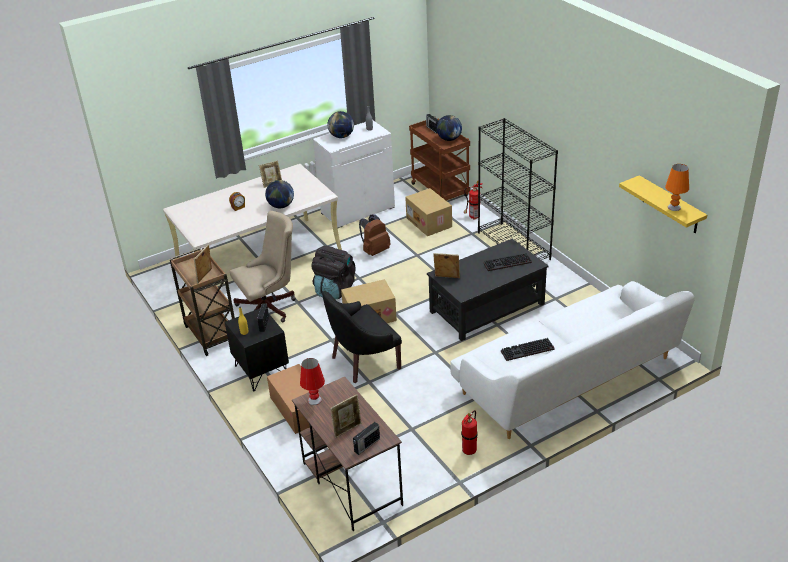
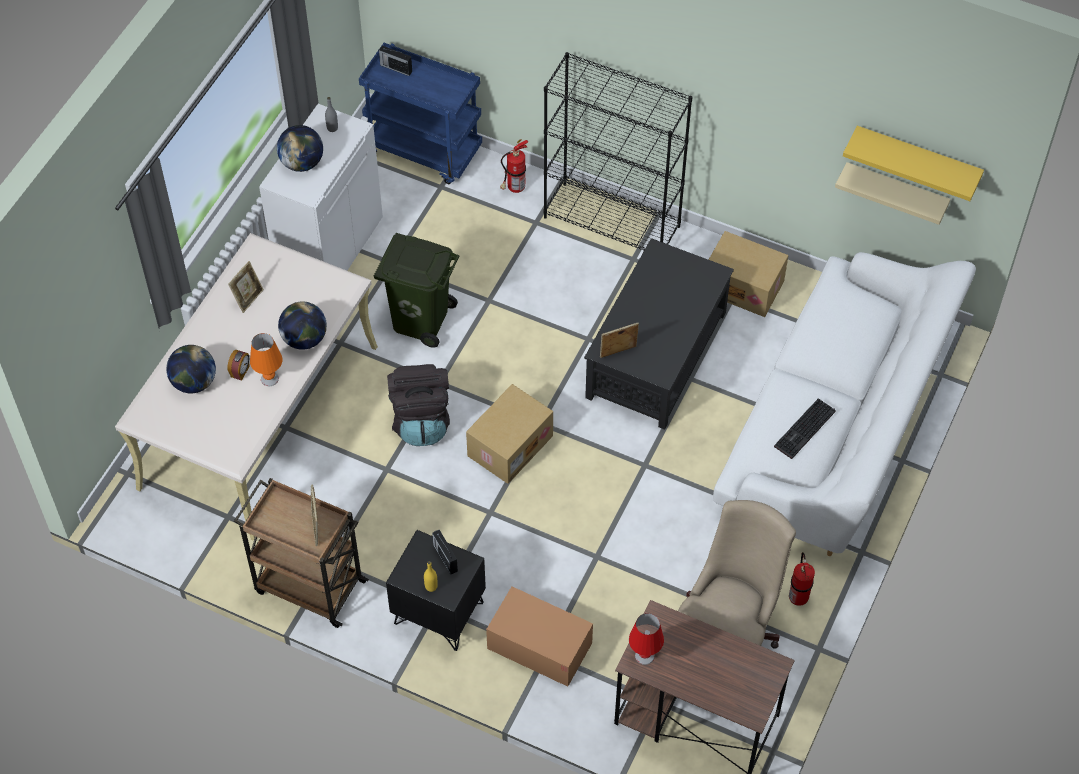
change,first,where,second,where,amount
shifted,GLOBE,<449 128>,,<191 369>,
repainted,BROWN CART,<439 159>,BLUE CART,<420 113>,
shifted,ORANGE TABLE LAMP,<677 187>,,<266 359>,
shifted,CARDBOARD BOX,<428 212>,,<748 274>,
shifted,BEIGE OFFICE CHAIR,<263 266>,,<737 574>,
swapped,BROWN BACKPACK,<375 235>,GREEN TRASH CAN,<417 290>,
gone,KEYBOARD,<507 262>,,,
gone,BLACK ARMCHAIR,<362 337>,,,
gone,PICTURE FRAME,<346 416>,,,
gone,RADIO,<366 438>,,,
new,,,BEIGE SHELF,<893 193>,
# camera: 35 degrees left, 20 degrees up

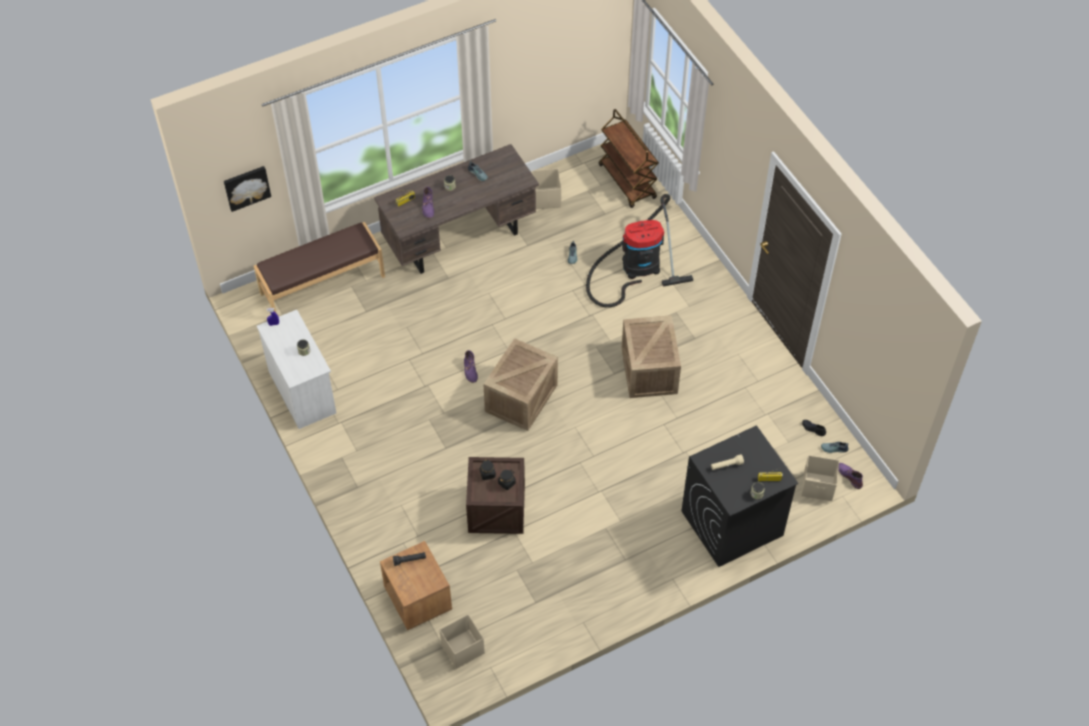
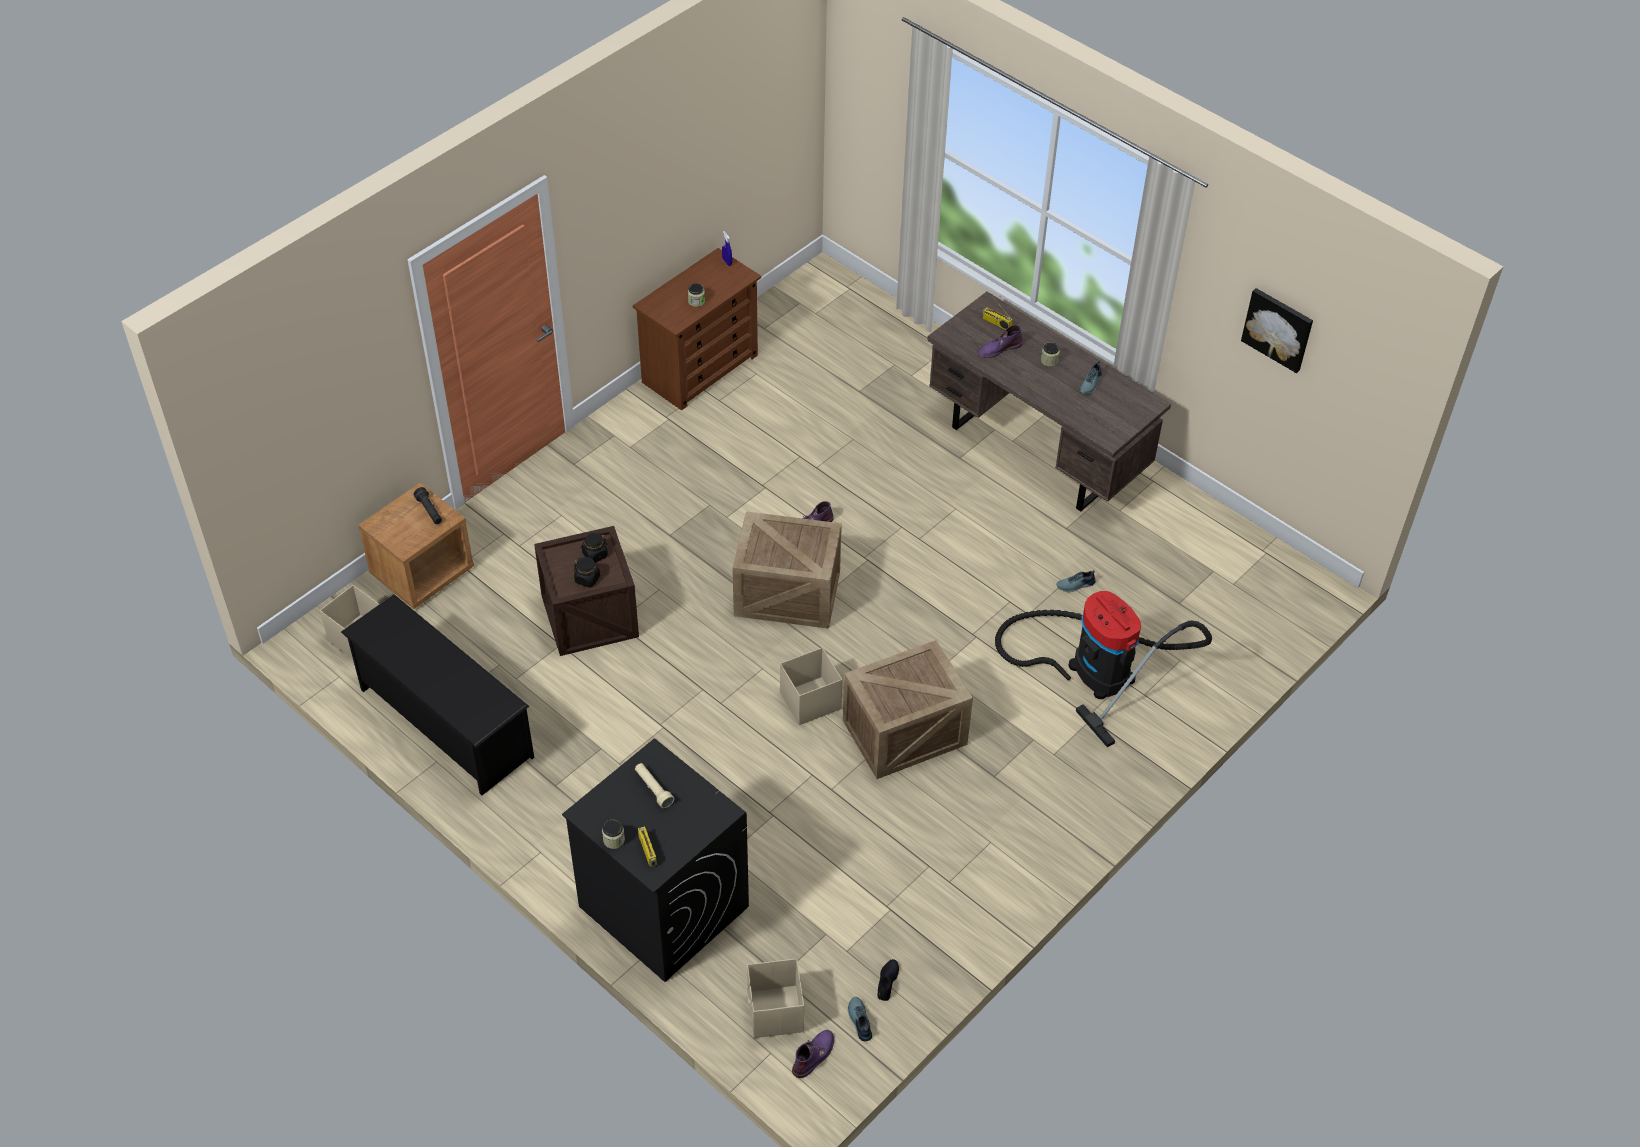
change,first,where,second,where,amount
gone,BROWN CART,<628 158>,,,
shifted,PICTURE,<247 189>,,<1277 330>,
shifted,BEIGE STORAGE BOX,<546 189>,,<811 686>,
gone,BROWN BENCH,<319 268>,,,
repainted,WHITE DRESSER,<296 369>,BROWN DRESSER,<697 329>,
new,,,BLACK SHOE RACK,<437 694>,
# camera: 70 degrees right, 5 degrees down

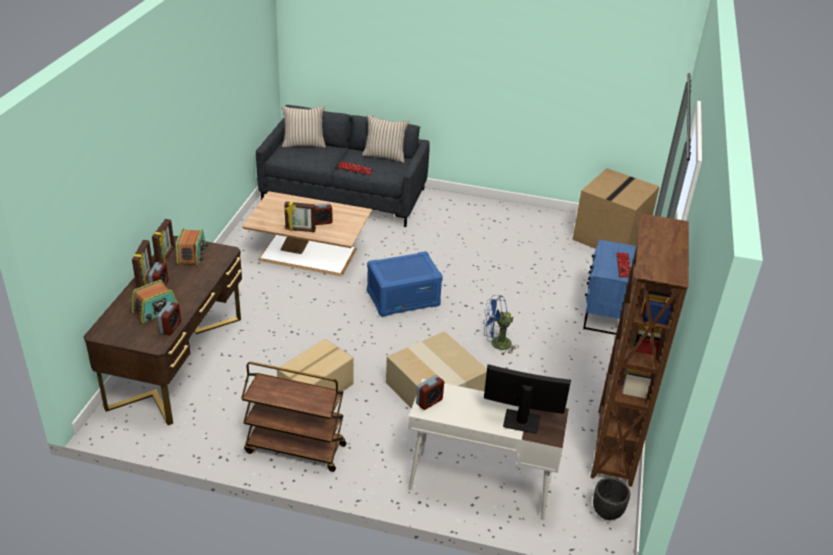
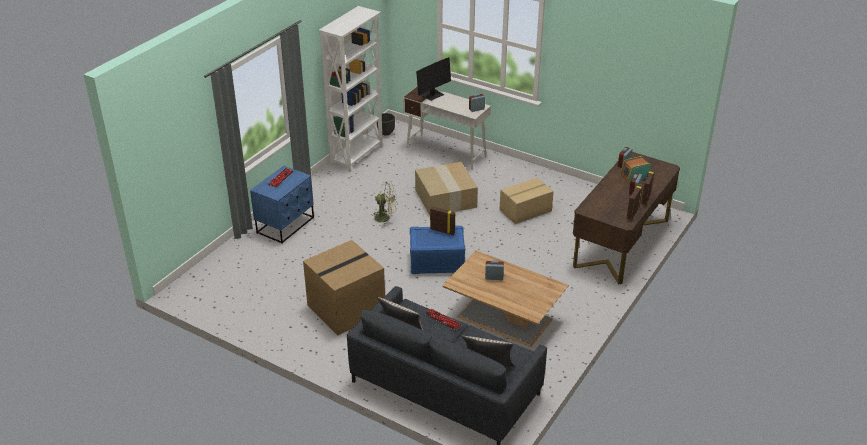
change,first,where,second,where,amount
shifted,CARDBOARD BOX,<616 208>,,<344 287>,
shifted,PICTURE FRAME,<300 217>,,<443 220>,
repainted,BROWN BOOKCASE,<640 350>,WHITE BOOKCASE,<351 89>,
gone,RADIO,<192 247>,,,
repainted,BLUE FAN,<501 325>,GREEN FAN,<385 203>,
gone,BROWN CART,<294 417>,,,
rotated,MONITOR,<527 399>,,<433 79>,75 degrees counterclockwise
# camera: 160 degrees left, 0 degrees up

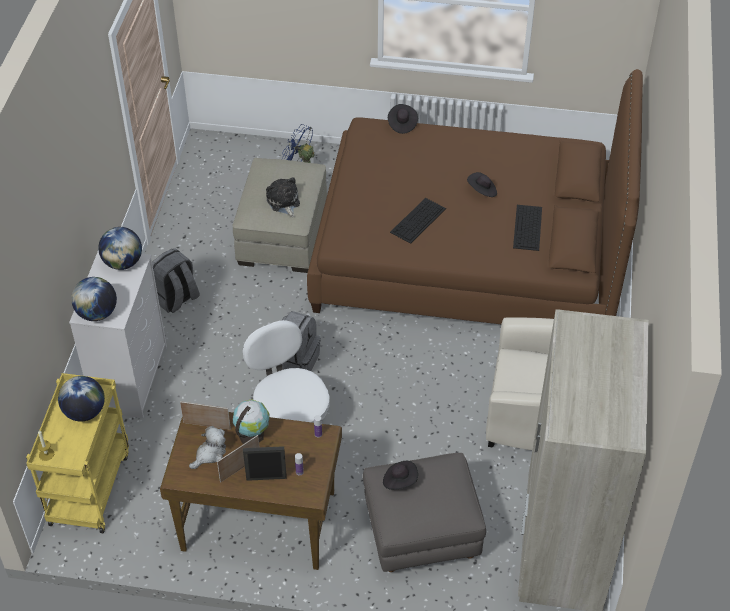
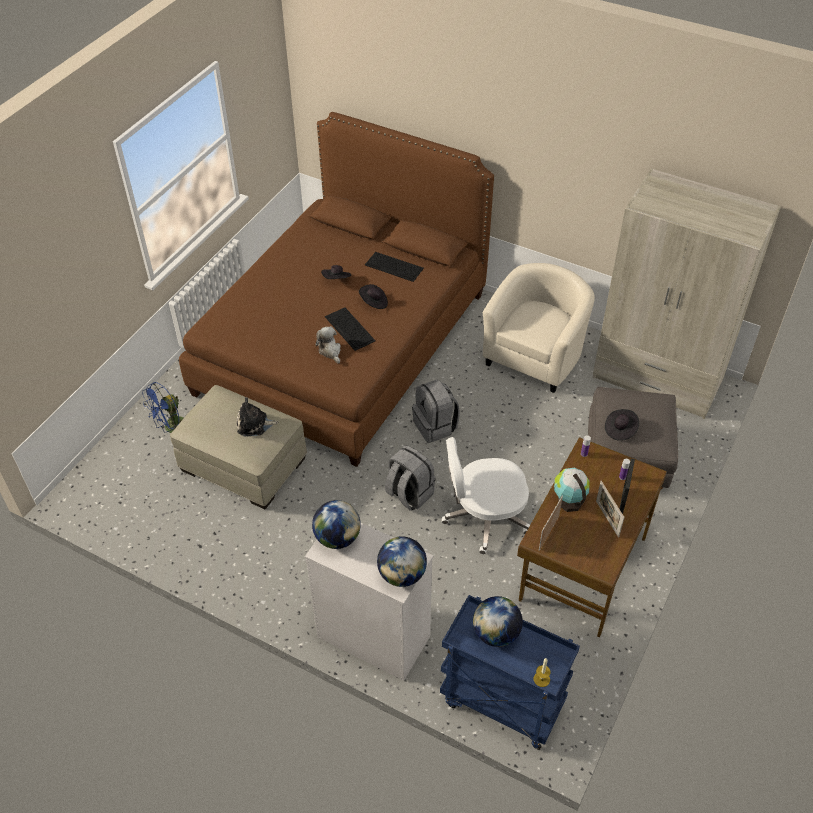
change,first,where,second,where,amount
shifted,BLACK HAT,<403 119>,,<373 296>,
shifted,GREY BACKPACK,<176 280>,,<436 411>,
repainted,YELLOW CART,<77 453>,BLUE CART,<510 672>,
shifted,PLUSH TOY,<207 447>,,<328 344>,
# camera: 70 degrees left, 0 degrees up

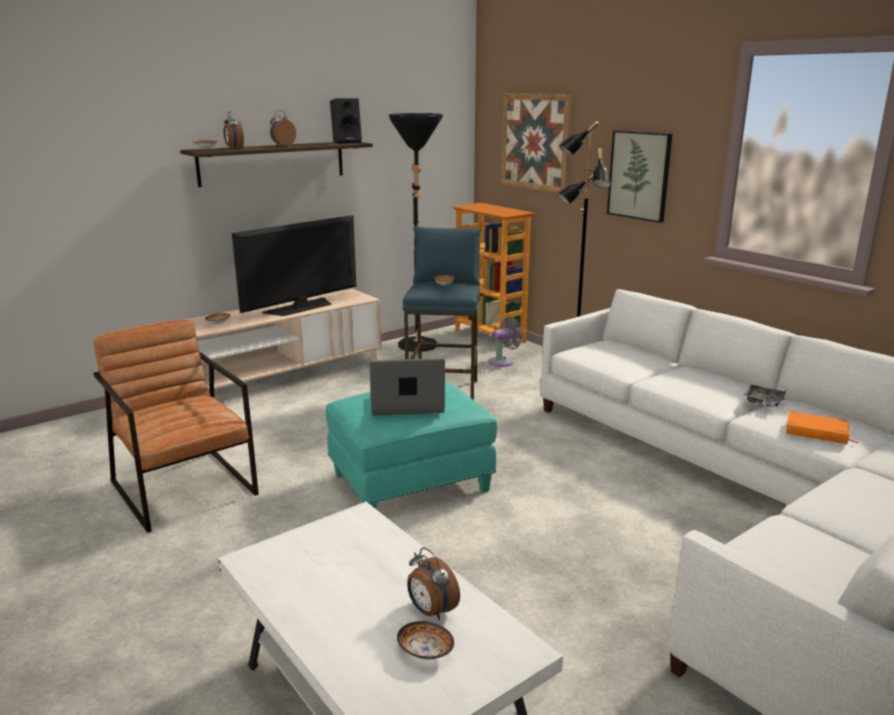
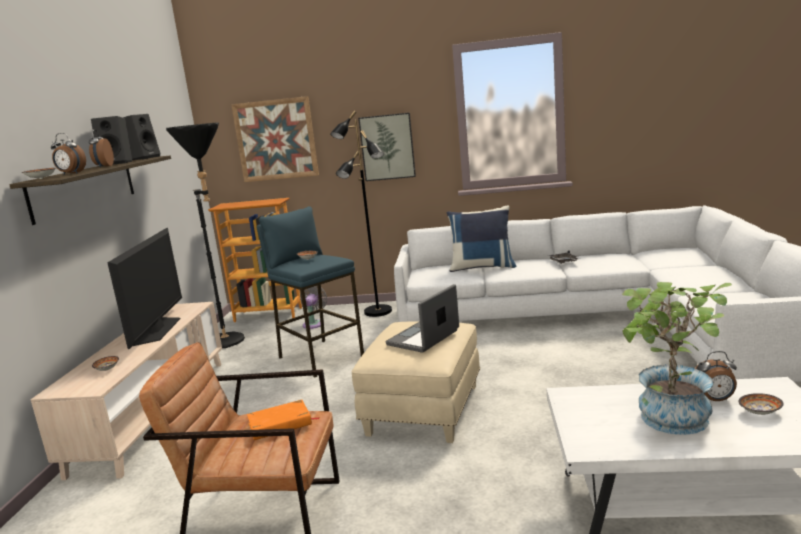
change,first,where,second,where,amount
repainted,TURQUOISE OTTOMAN,<411 445>,BEIGE OTTOMAN,<416 382>,
shifted,ORANGE BOOK,<822 427>,,<283 420>,
new,,,BLACK SPEAKER,<111 141>,
new,,,BLUE PILLOW,<481 239>,
new,,,POTTED PLANT,<677 358>,
# camera: 45 degrees left, 5 degrees down

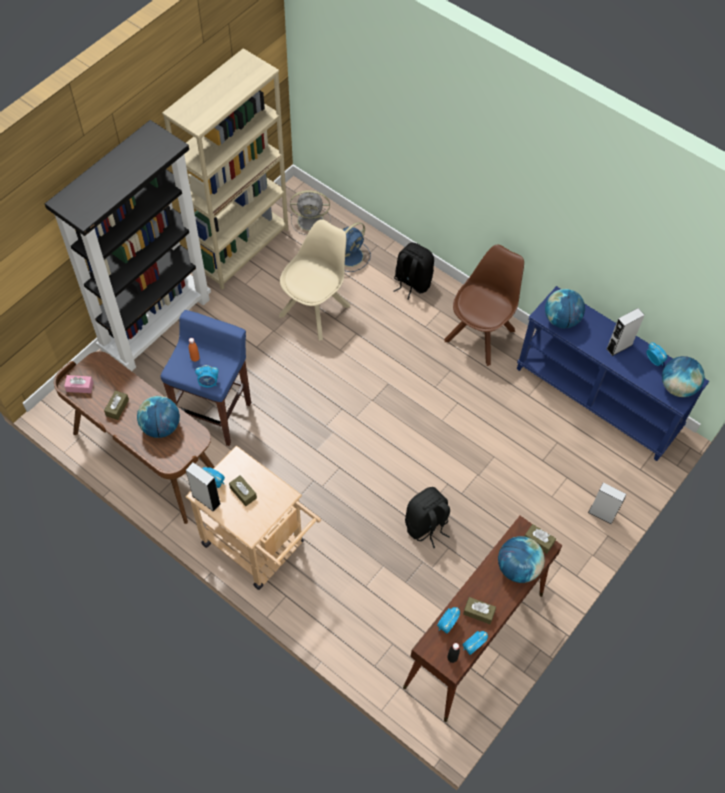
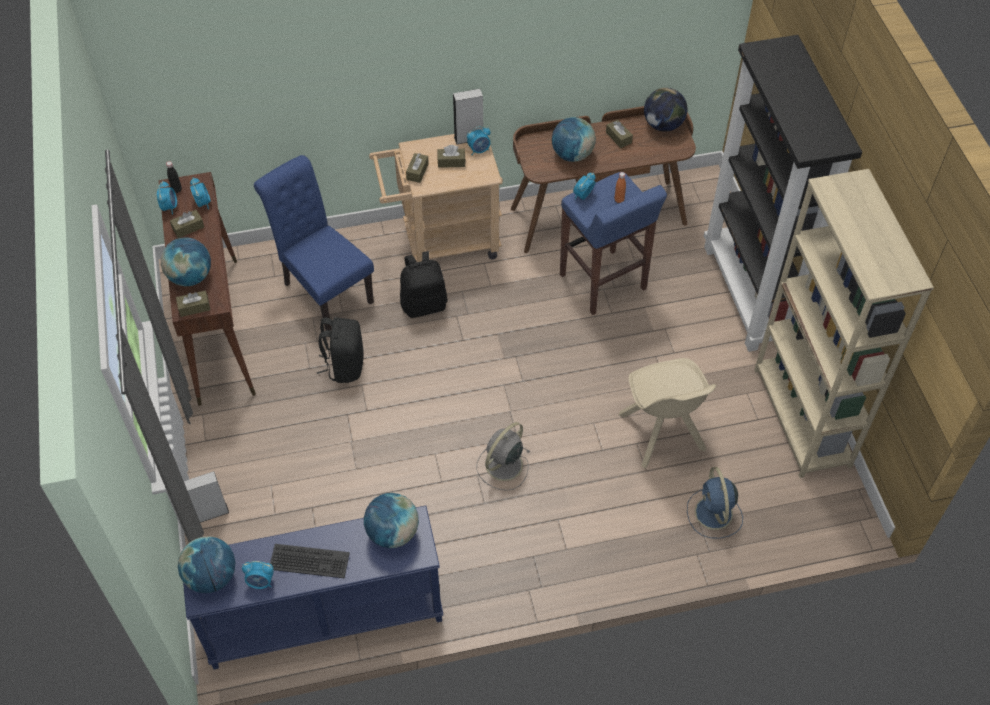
change,first,where,second,where,amount
shifted,GREY FAN,<310 212>,,<503 456>,
shifted,BLACK BACKPACK,<413 271>,,<424 284>,
gone,BROWN CHAIR,<484 305>,,,
swapped,GREY SPEAKER,<625 332>,KEYBOARD,<310 561>,
swapped,PINK TISSUE BOX,<78 384>,GLOBE,<666 110>,
new,,,BROWN TISSUE BOX,<417 168>,
new,,,BLUE CHAIR,<314 242>,
# camera: 130 degrees right, 5 degrees down

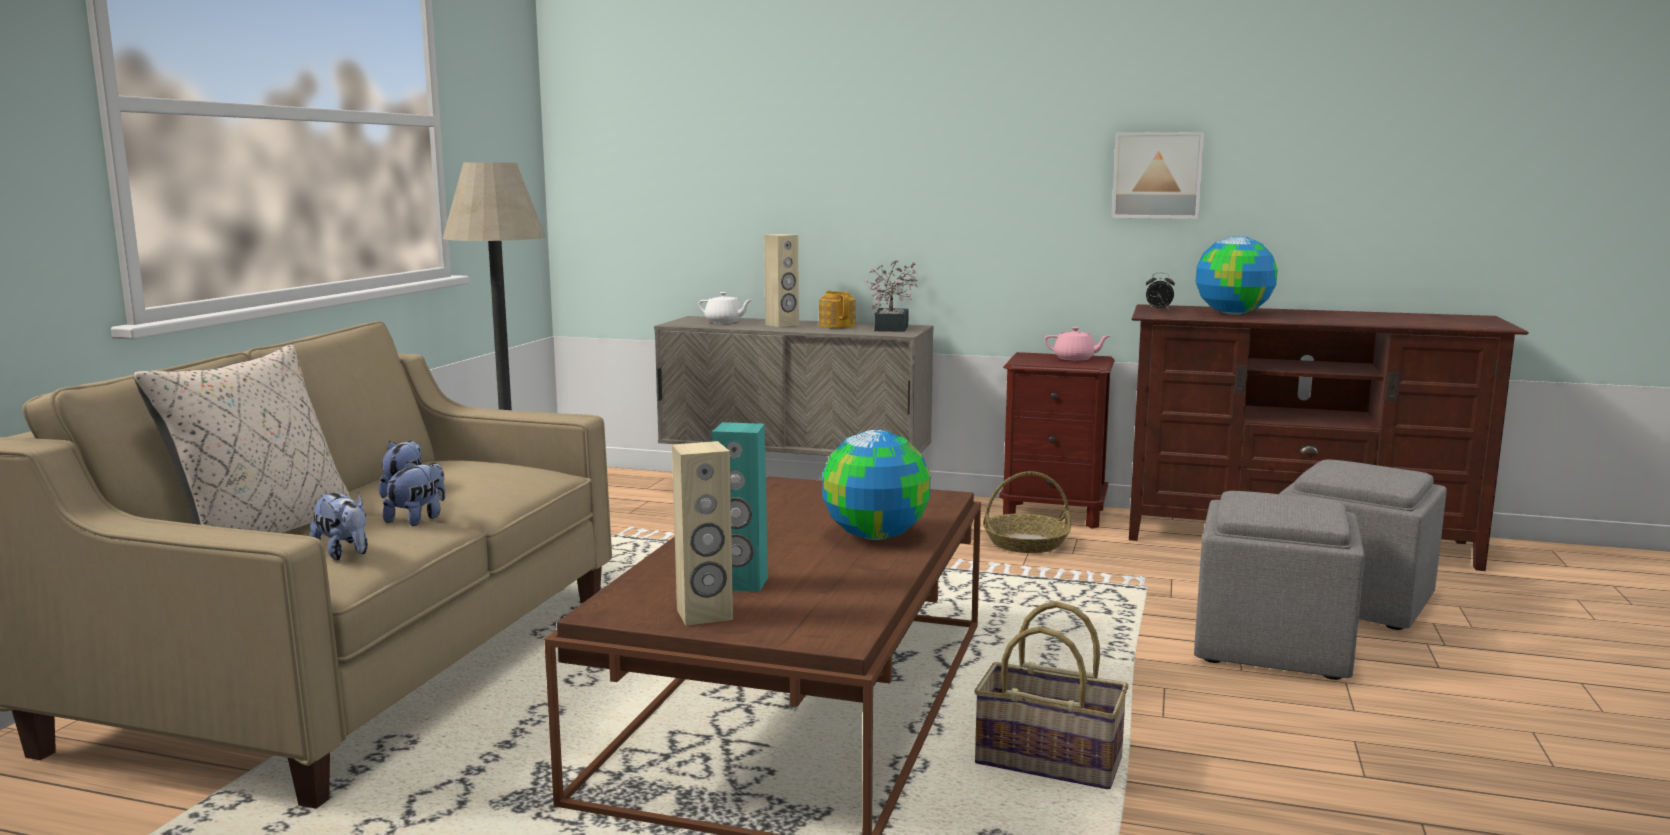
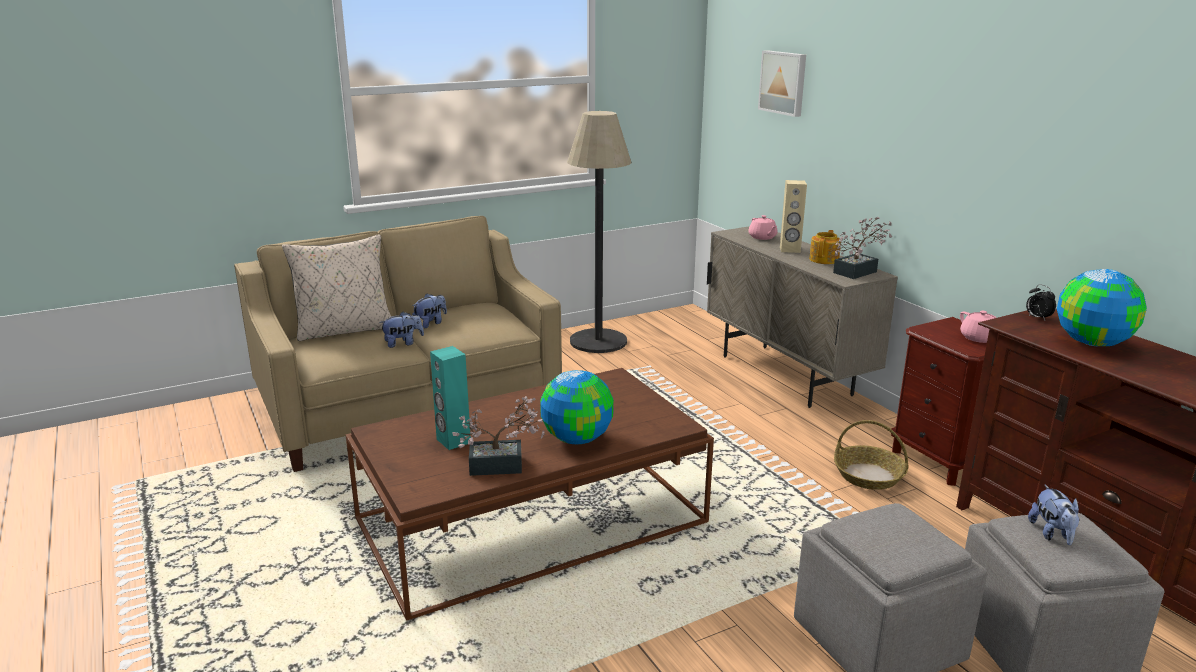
change,first,where,second,where,amount
shifted,PICTURE,<1158 175>,,<782 83>,
repainted,WHITE TEAPOT,<725 307>,PINK TEAPOT,<762 227>,
gone,BEIGE SPEAKER,<702 533>,,,
shifted,PLUSH TOY,<338 526>,,<1054 514>,
gone,BASKET,<1051 695>,,,
new,,,POTTED PLANT,<498 436>,
# camera: 45 degrees right, 10 degrees up

